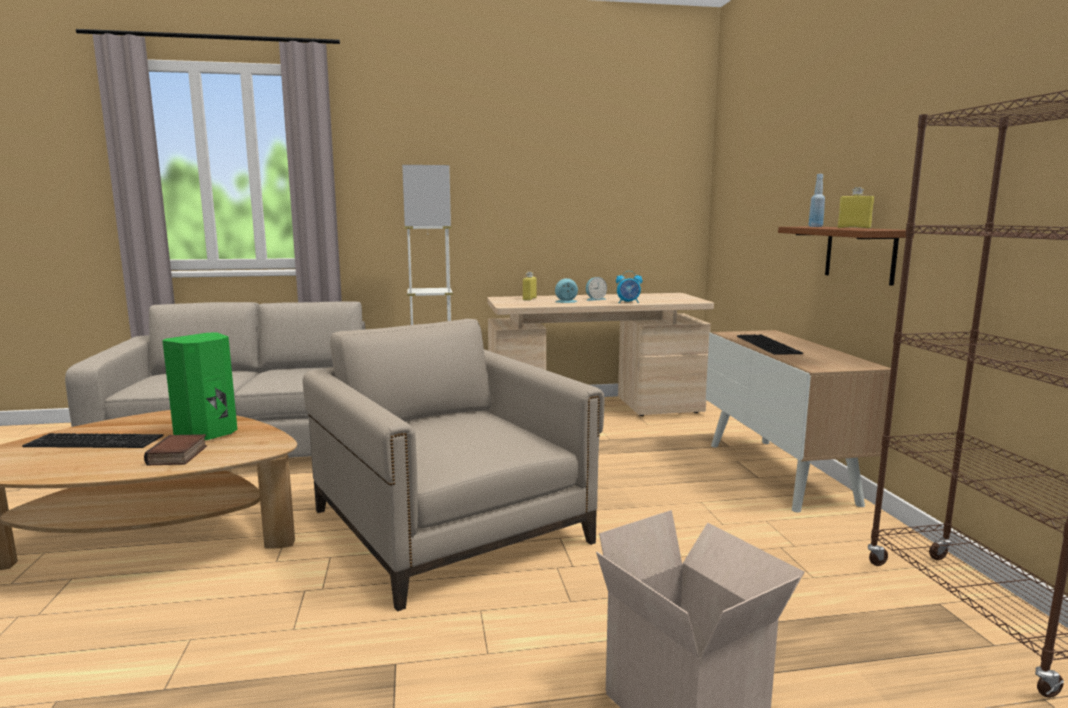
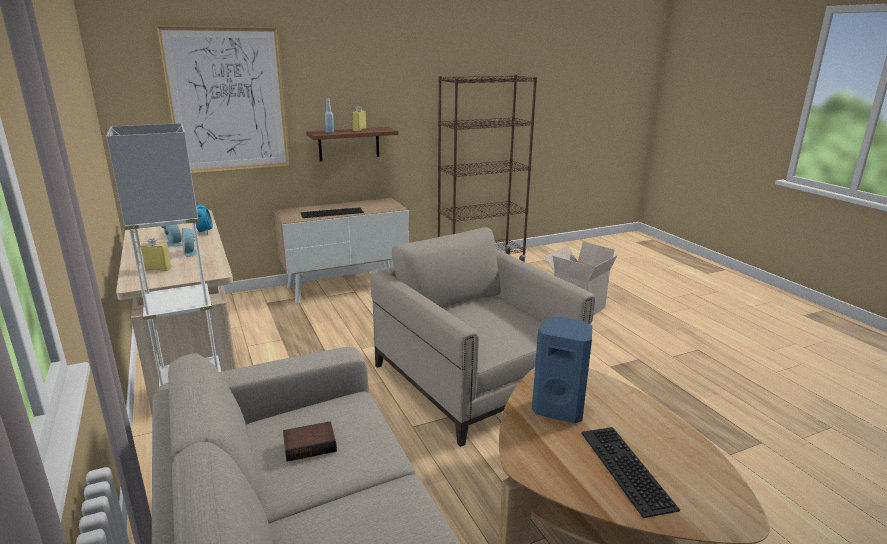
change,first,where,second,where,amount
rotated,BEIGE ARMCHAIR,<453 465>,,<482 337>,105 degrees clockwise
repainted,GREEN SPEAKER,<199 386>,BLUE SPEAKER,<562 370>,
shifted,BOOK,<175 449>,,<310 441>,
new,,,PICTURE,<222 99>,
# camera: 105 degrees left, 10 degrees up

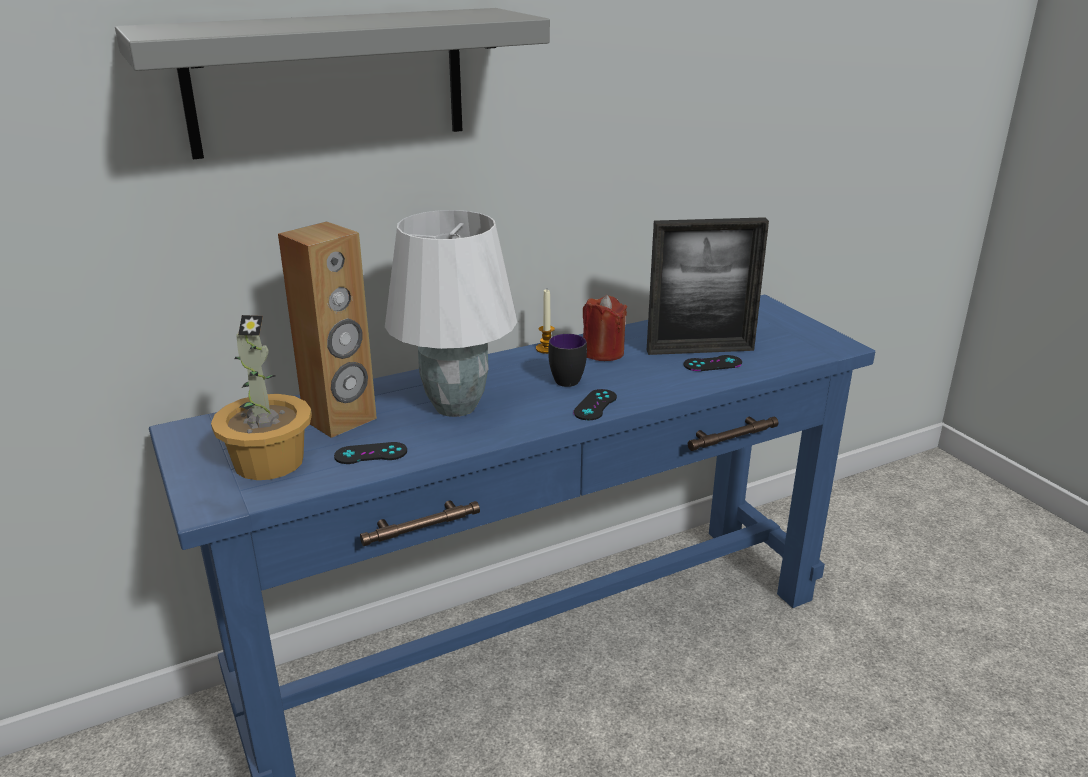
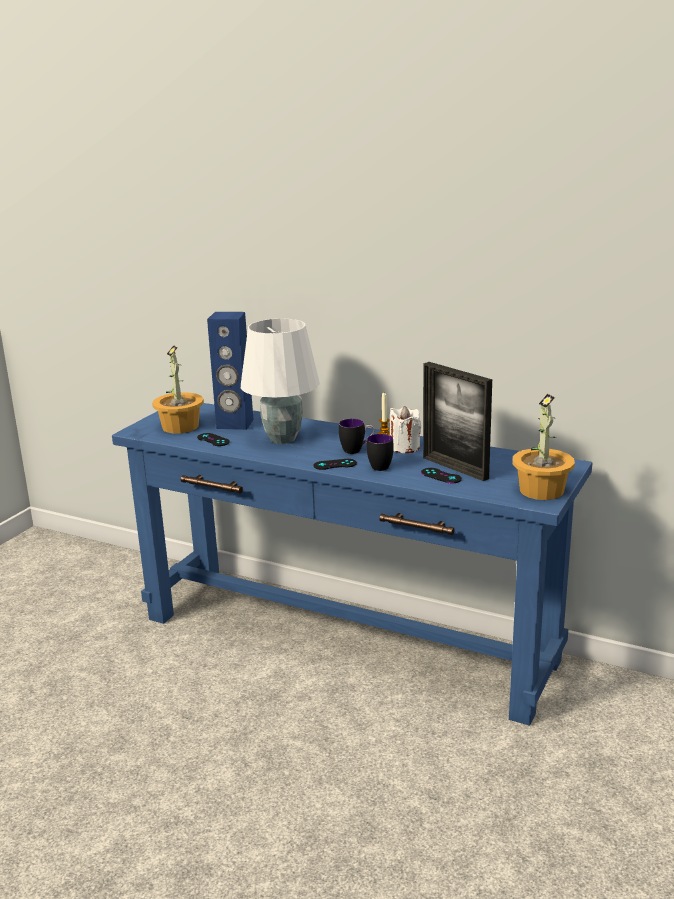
change,first,where,second,where,amount
gone,GREY SHELF,<332 83>,,,
repainted,BROWN SPEAKER,<327 329>,BLUE SPEAKER,<230 371>,
repainted,RED CANDLE,<605 328>,WHITE CANDLE,<405 429>,
new,,,POTTED PLANT,<544 447>,
new,,,MUG,<380 452>,
# camera: 55 degrees right, 5 degrees down

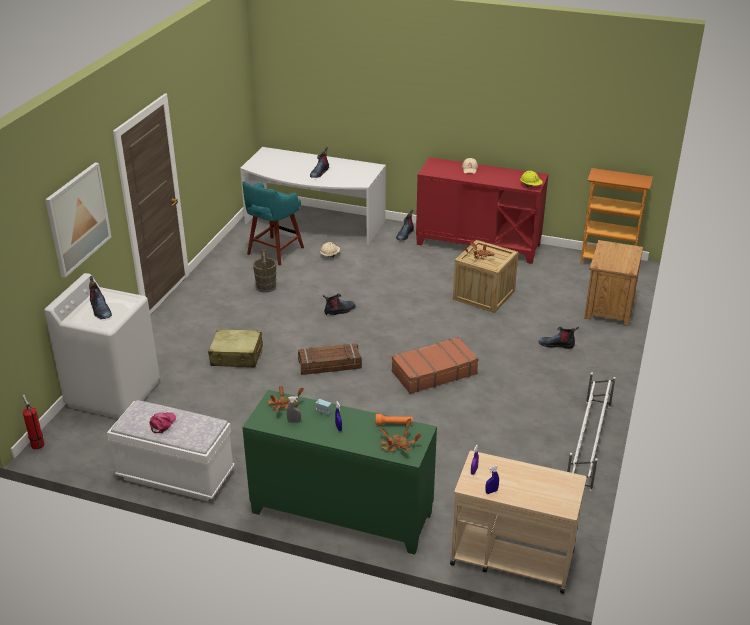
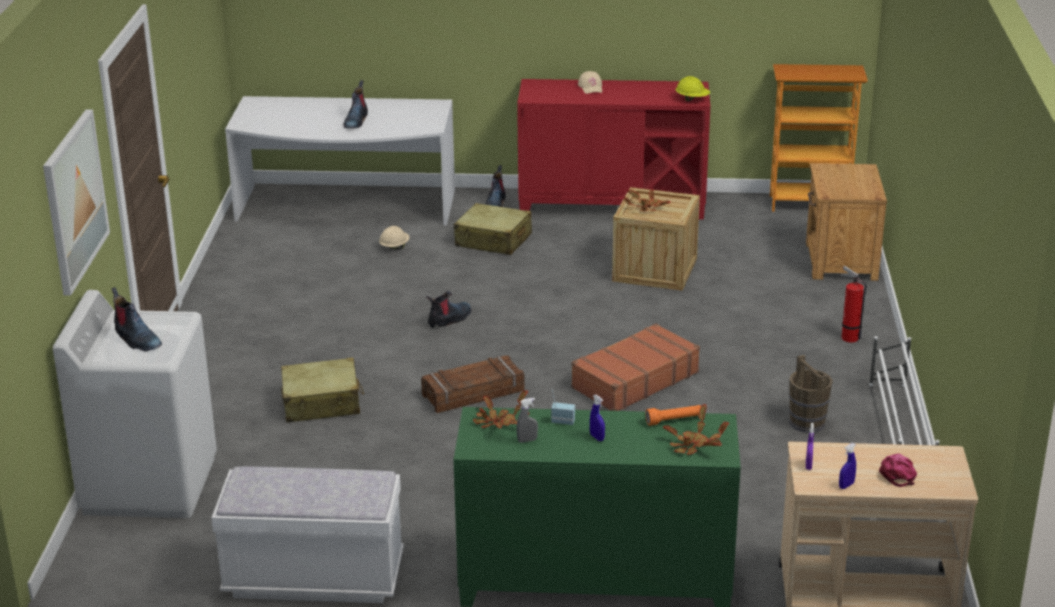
change,first,where,second,where,amount
gone,TURQUOISE STOOL,<273 223>,,,
shifted,BROWN BUCKET,<265 271>,,<811 394>,
gone,BOOT,<558 338>,,,
shifted,FIRE EXTINGUISHER,<33 422>,,<853 304>,
shifted,PINK CAP,<162 422>,,<898 470>,
new,,,BEIGE SUITCASE,<493 229>,
# camera: 15 degrees left, 5 degrees down

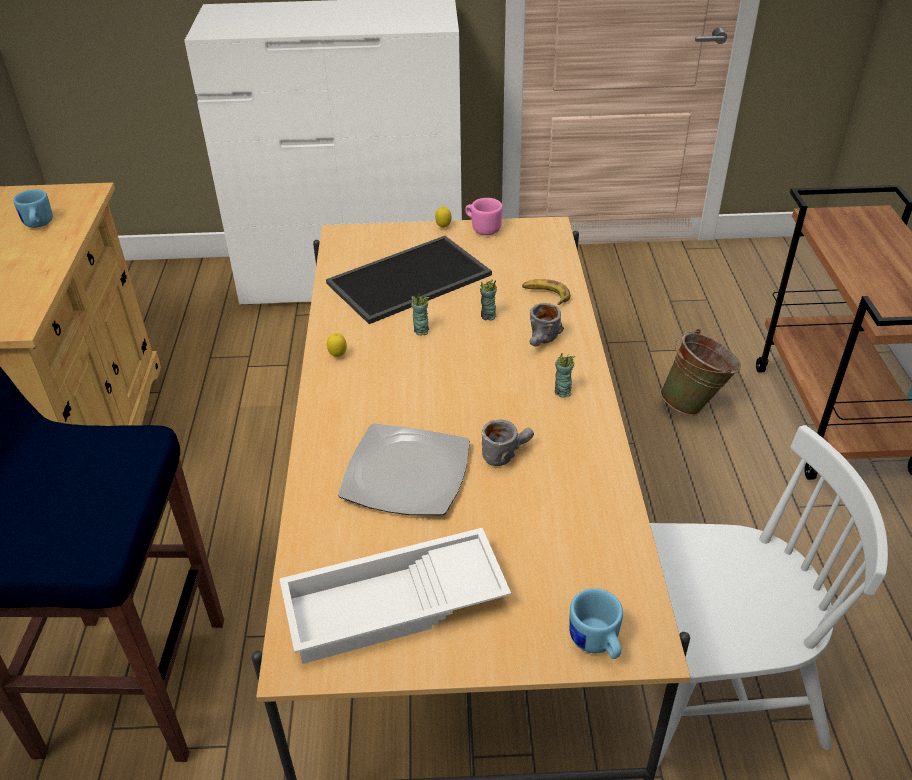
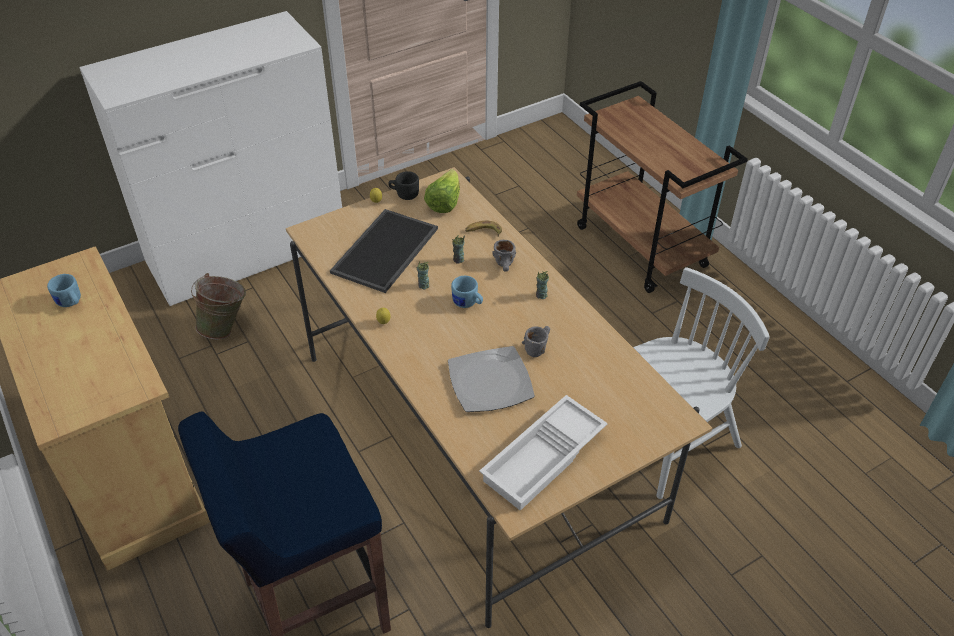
change,first,where,second,where,amount
repainted,PINK MUG,<484 216>,BLACK MUG,<403 185>,
shifted,GREEN BUCKET,<700 372>,,<218 306>,
shifted,BLUE MUG,<596 623>,,<467 292>,
new,,,LETTUCE,<442 191>,
# camera: 30 degrees left, 5 degrees up

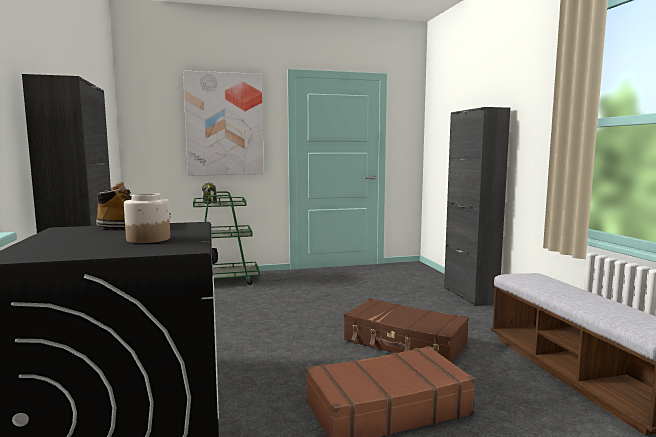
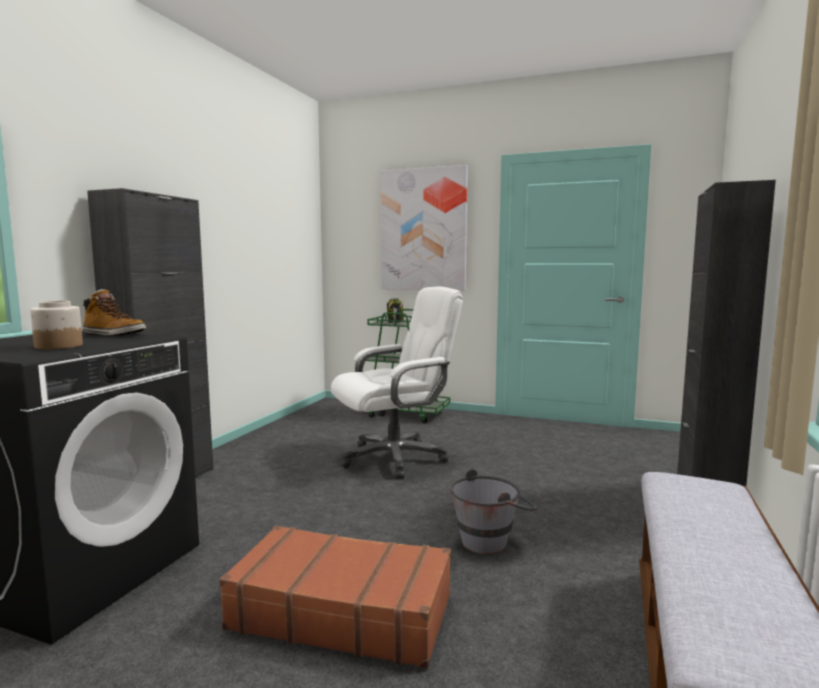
change,first,where,second,where,amount
swapped,BROWN SUITCASE,<406 330>,GREY BUCKET,<493 511>,
new,,,WHITE OFFICE CHAIR,<397 383>,
# camera: 35 degrees right, 0 degrees up

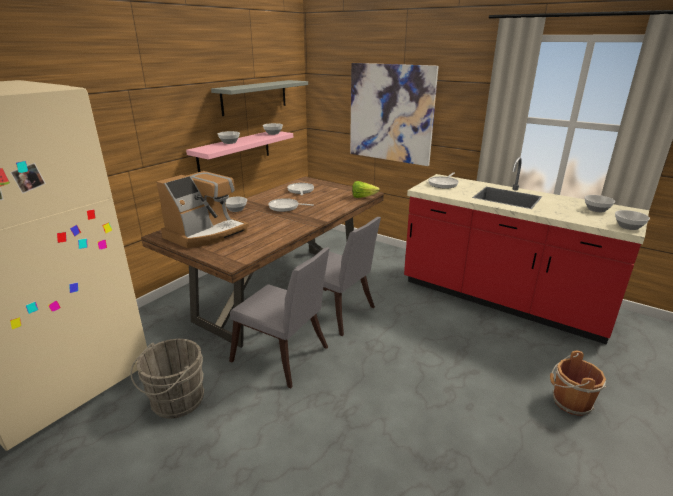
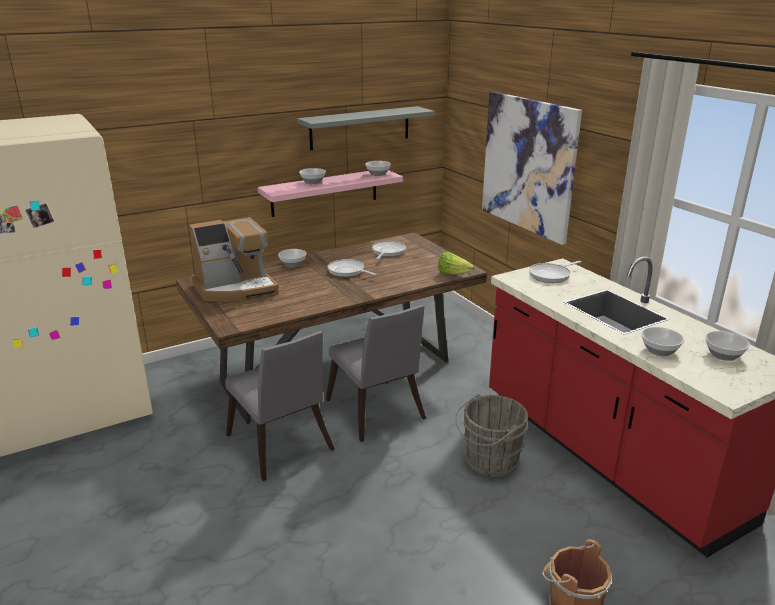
change,first,where,second,where,amount
shifted,BOWL,<632 220>,,<662 341>,
shifted,GREY BUCKET,<167 379>,,<491 435>,
# camera: 25 degrees right, 0 degrees up

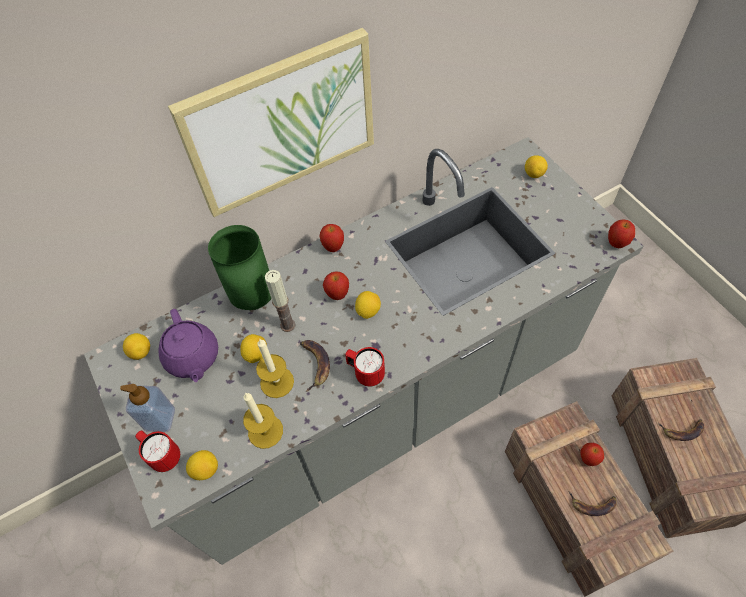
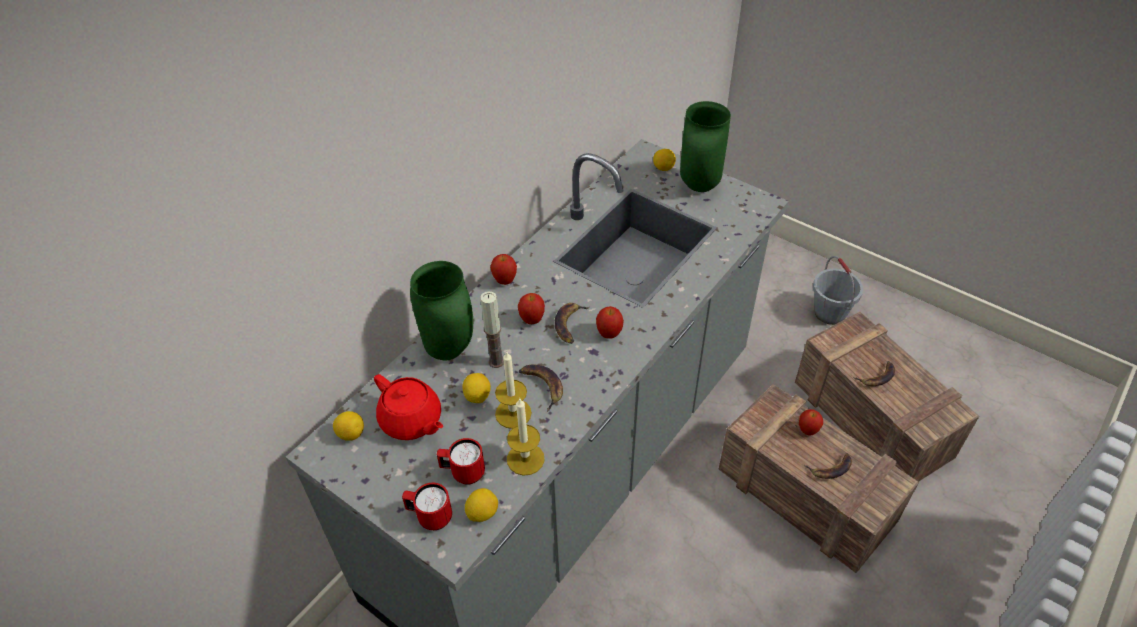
change,first,where,second,where,amount
gone,PICTURE,<271 122>,,,
shifted,APPLE,<621 233>,,<610 322>,
swapped,LEMON,<368 305>,BANANA,<572 323>,
repainted,PURPLE TEAPOT,<188 345>,RED TEAPOT,<408 407>,
shifted,RED MUG,<365 366>,,<461 461>,
gone,SOAP DISPENSER,<147 408>,,,
new,,,GREEN VASE,<705 146>,
new,,,GREY BUCKET,<838 290>,
# camera: 25 degrees left, 10 degrees down

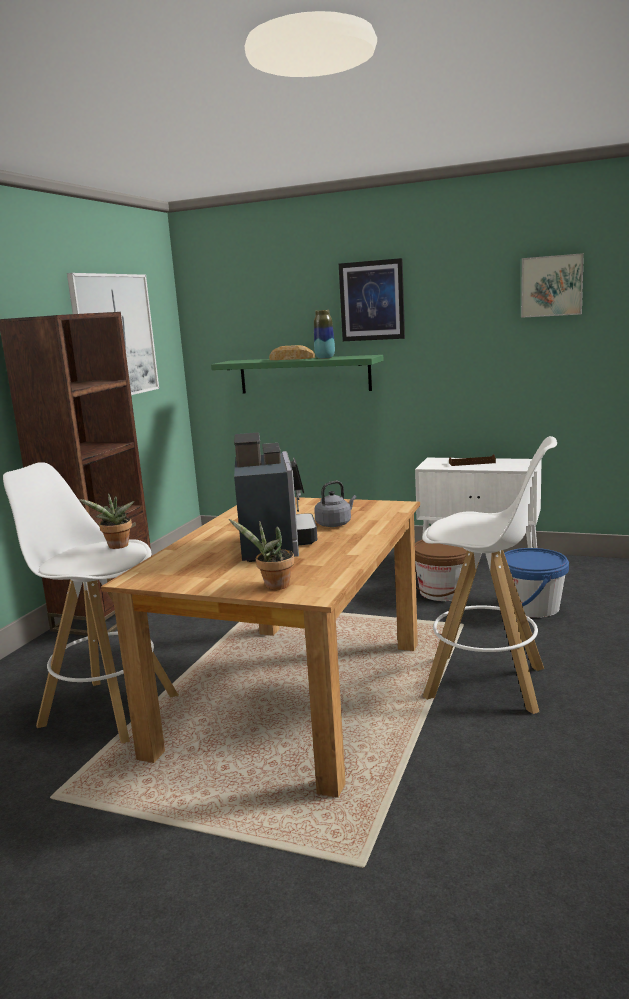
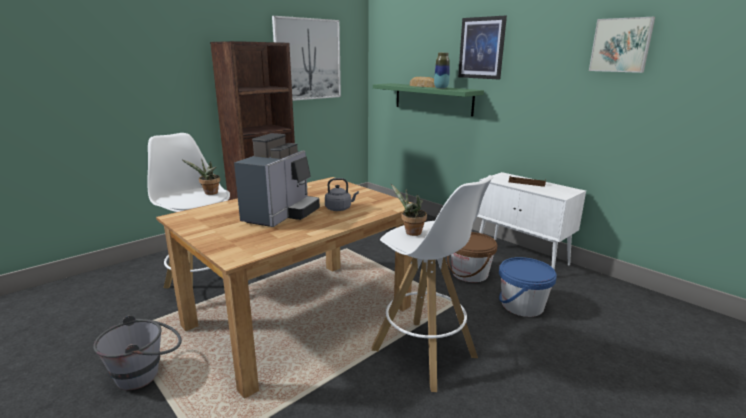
change,first,where,second,where,amount
shifted,POTTED PLANT,<261 554>,,<409 210>,
new,,,GREY BUCKET,<137 352>,
# camera: 25 degrees right, 5 degrees up

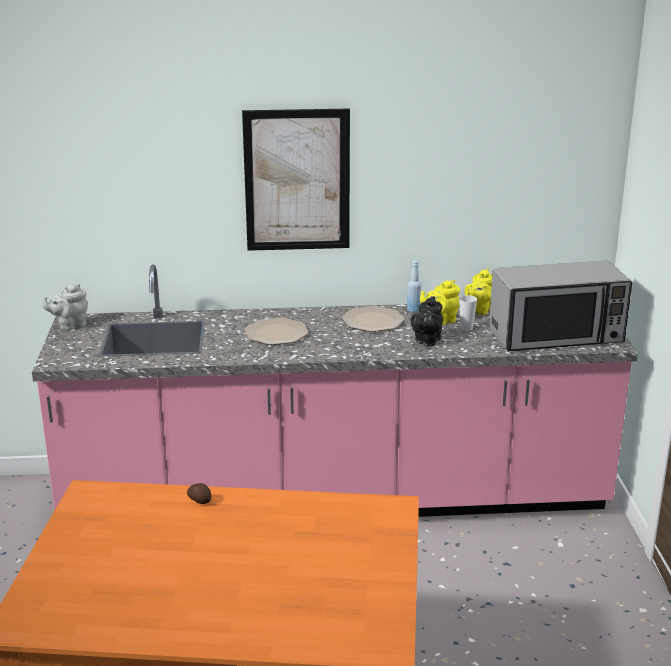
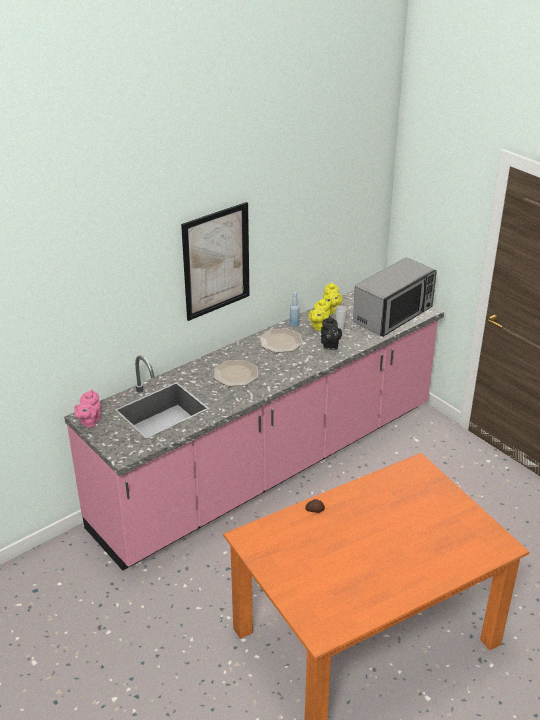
change,first,where,second,where,amount
repainted,GREY TEAPOT,<65 307>,PINK TEAPOT,<87 408>,
# camera: 35 degrees left, 10 degrees up

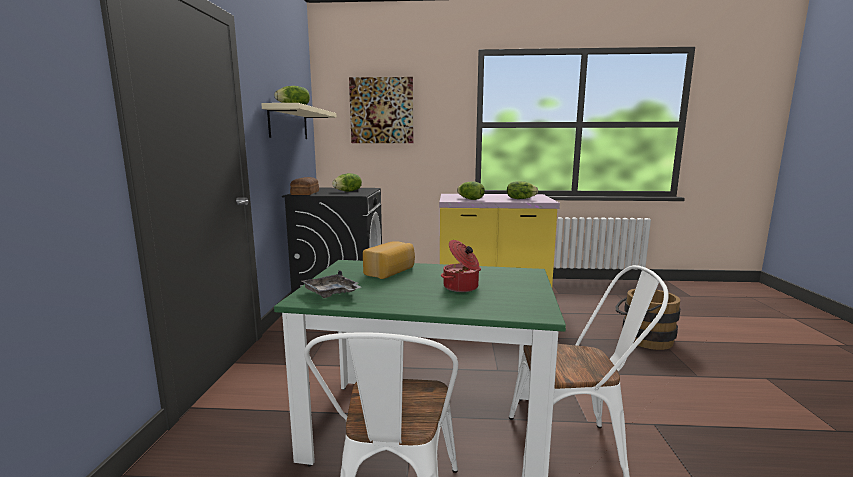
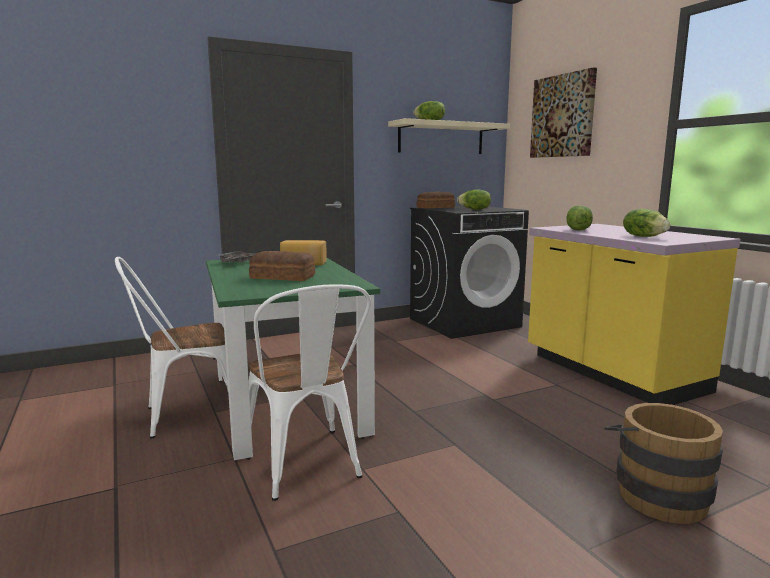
change,first,where,second,where,amount
swapped,COOKING POT,<461 266>,BREAD,<282 266>,
# camera: 60 degrees right, 0 degrees up

